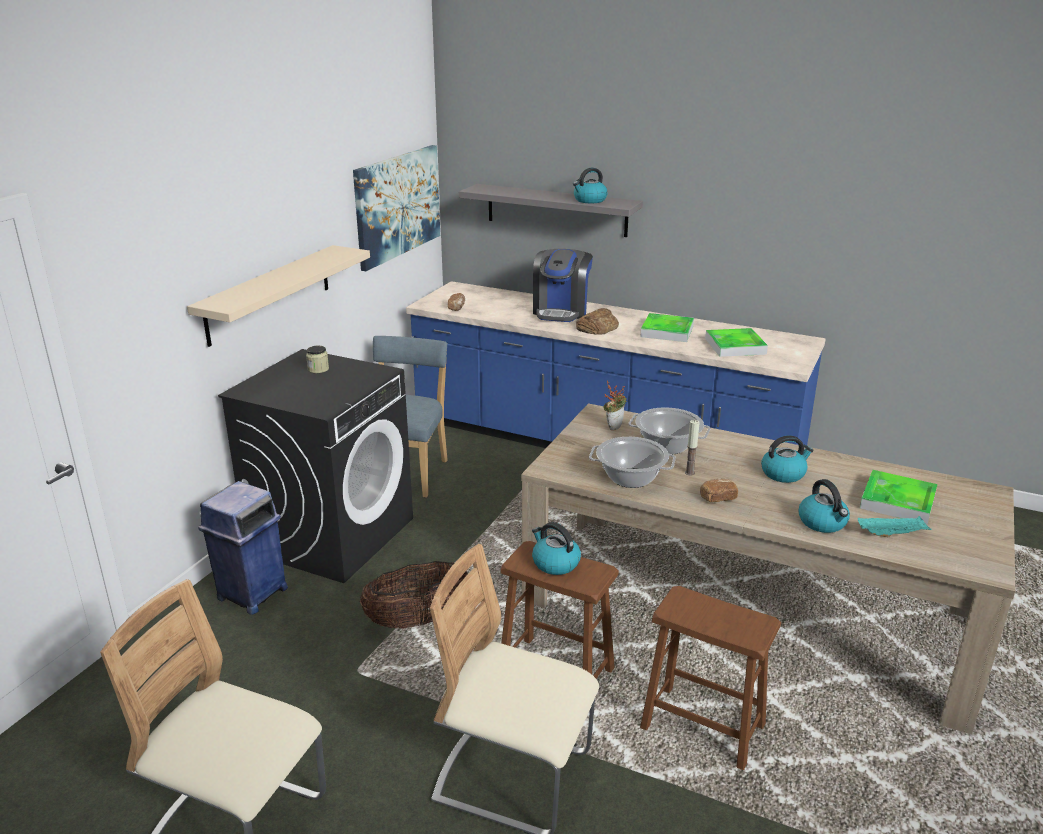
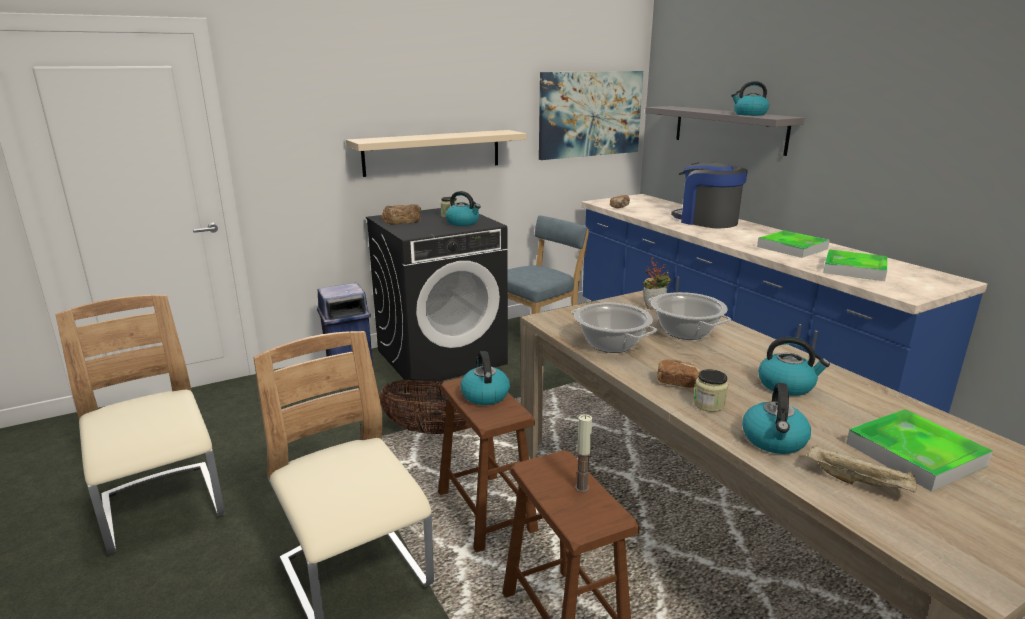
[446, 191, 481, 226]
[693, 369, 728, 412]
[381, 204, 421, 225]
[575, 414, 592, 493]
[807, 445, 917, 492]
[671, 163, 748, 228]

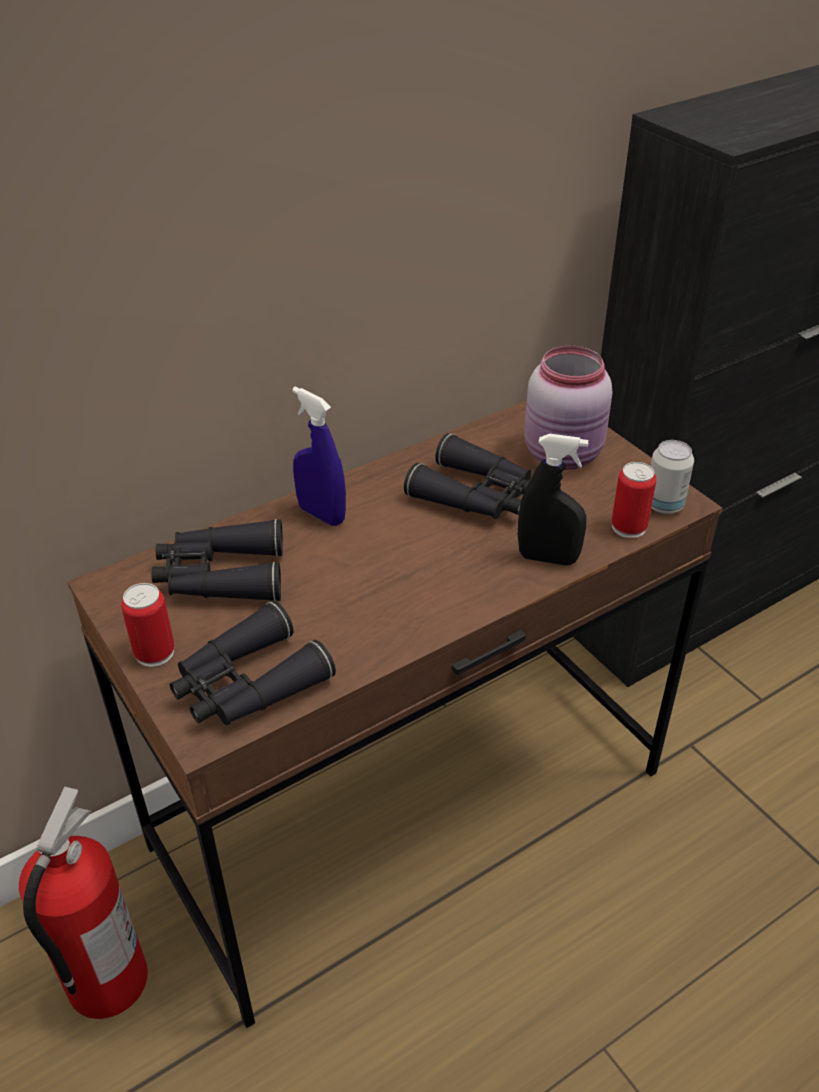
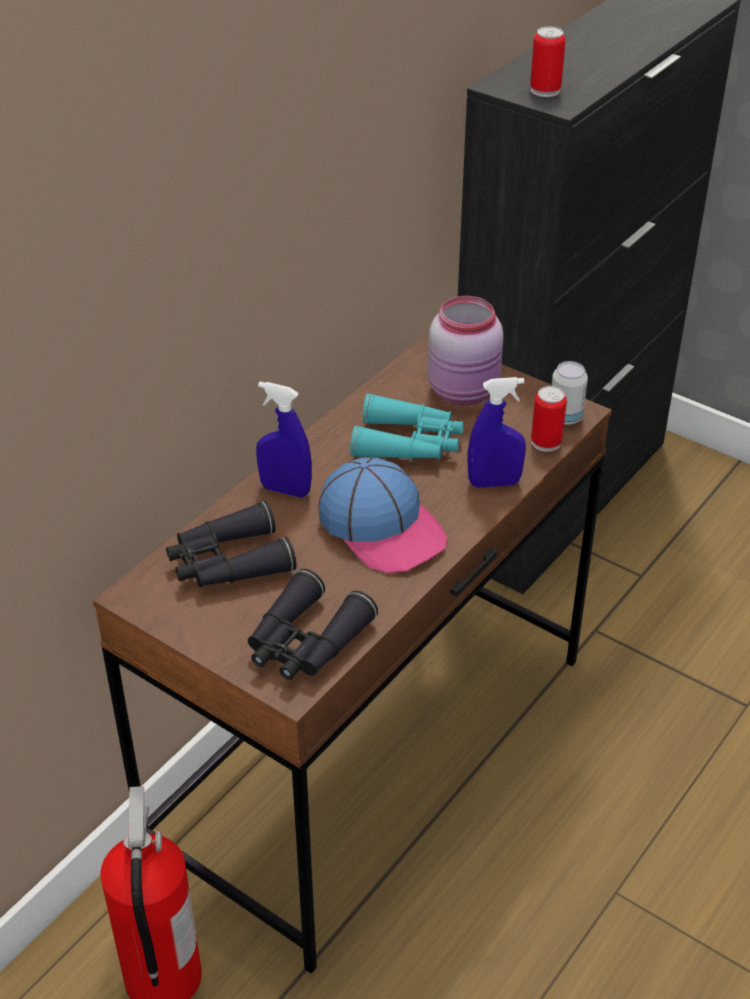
[318, 457, 447, 573]
[530, 26, 566, 97]
[350, 393, 464, 460]
[468, 377, 526, 488]

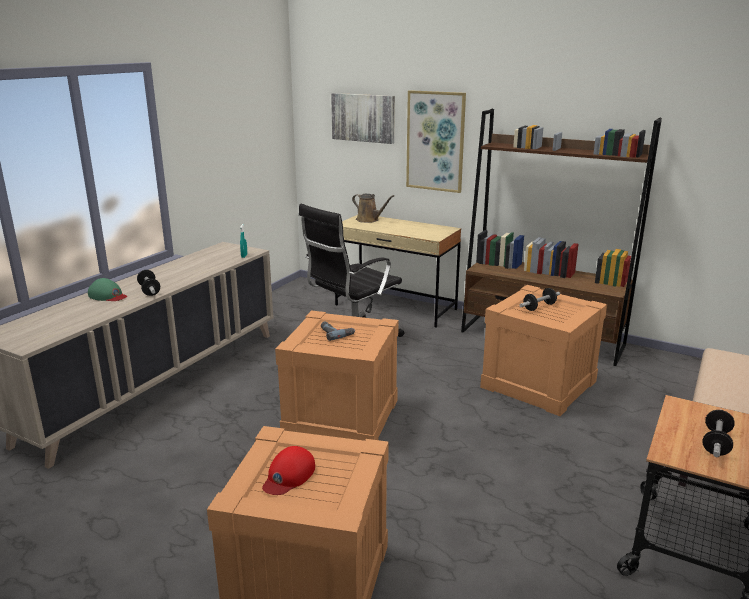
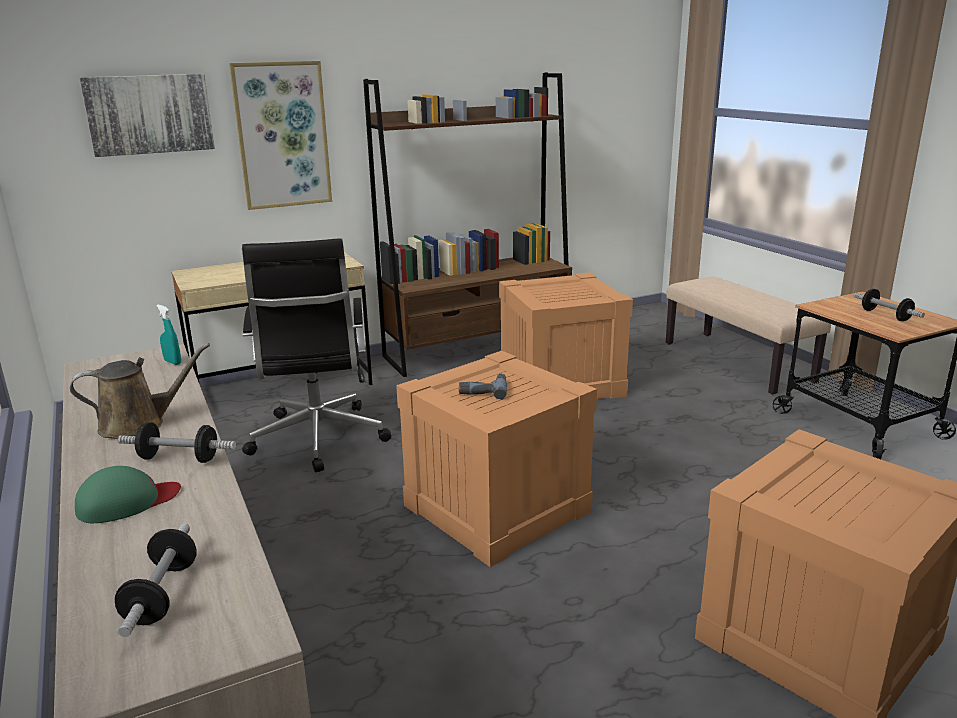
[262, 446, 315, 495] (first image)
[70, 343, 210, 439]
[115, 524, 197, 637]

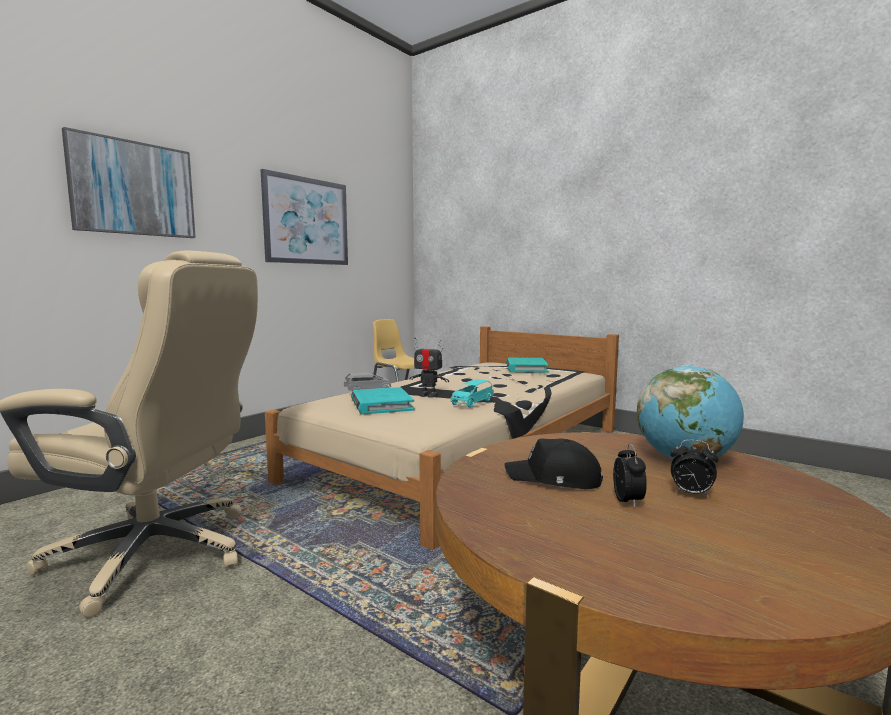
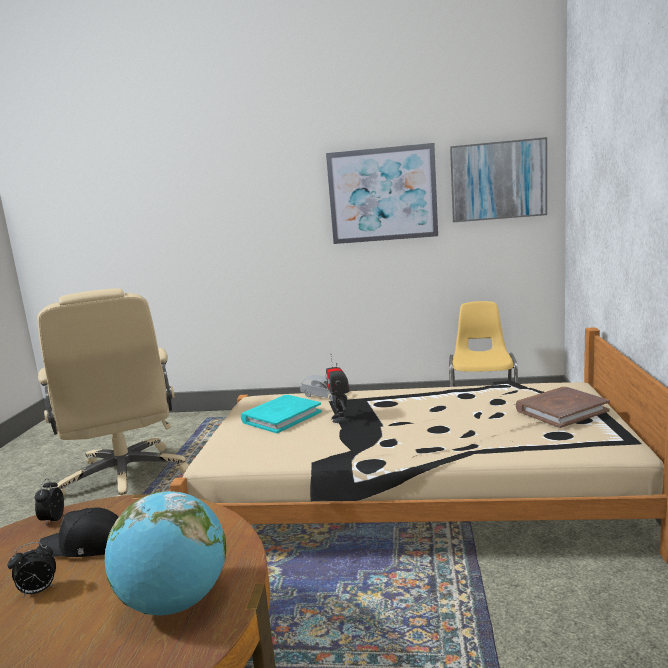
[451, 379, 494, 408] (first image)
[450, 137, 547, 222]
[34, 478, 64, 526]
[516, 387, 610, 428]
[39, 508, 119, 557]

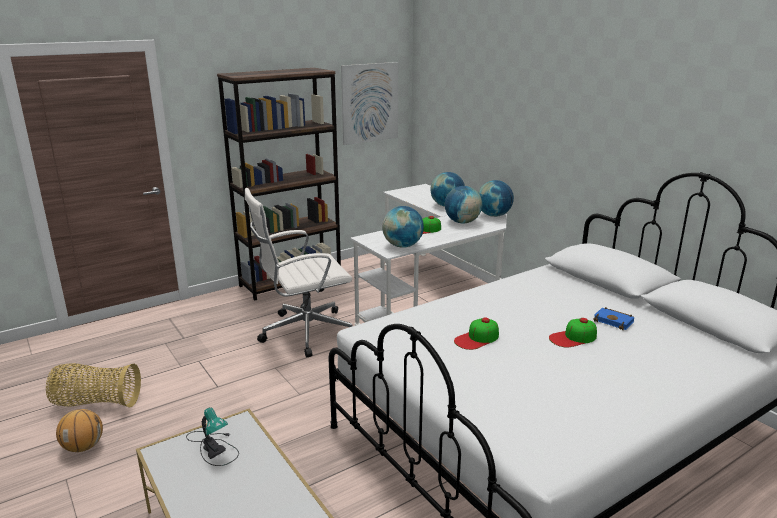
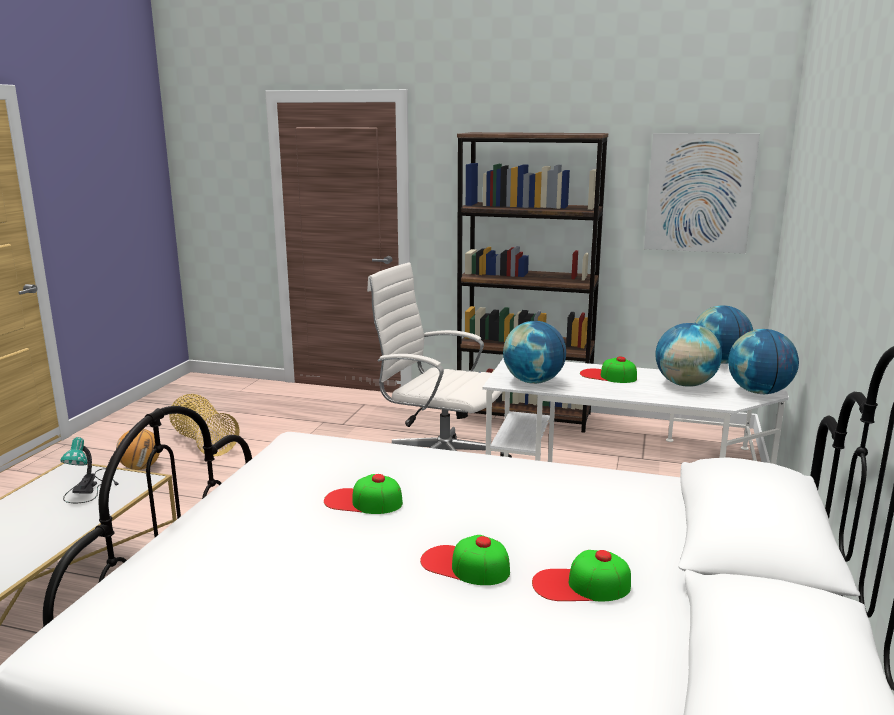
[532, 550, 631, 601]

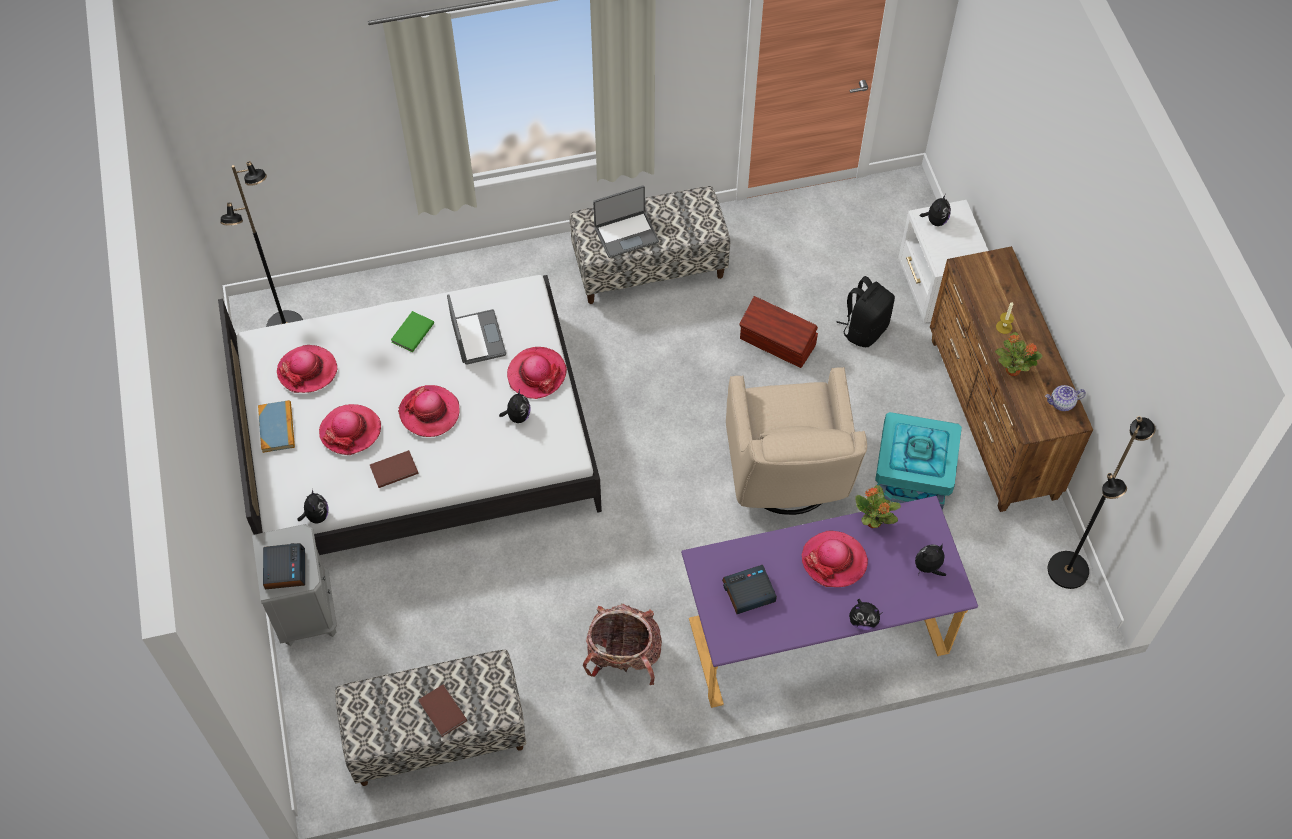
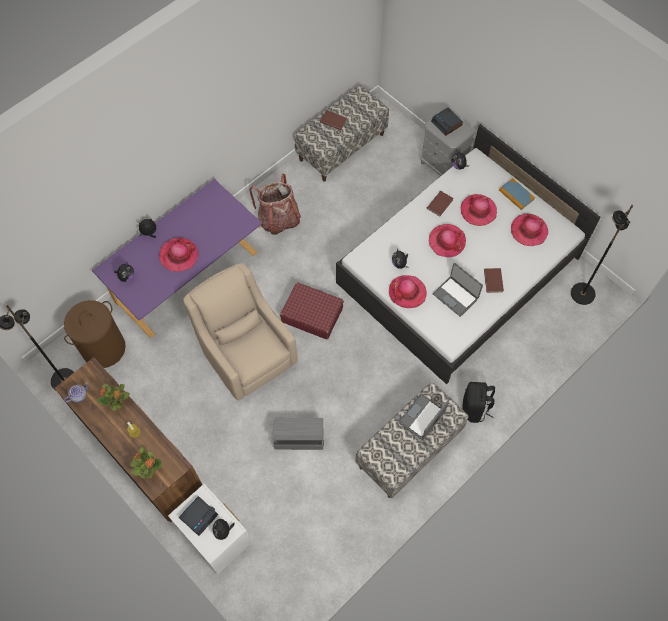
[875, 412, 962, 510] (first image)
[64, 300, 126, 368]
[280, 282, 344, 339]
[179, 496, 218, 536]
[462, 382, 495, 423]
[130, 447, 162, 479]
[484, 268, 504, 293]
[273, 418, 323, 450]

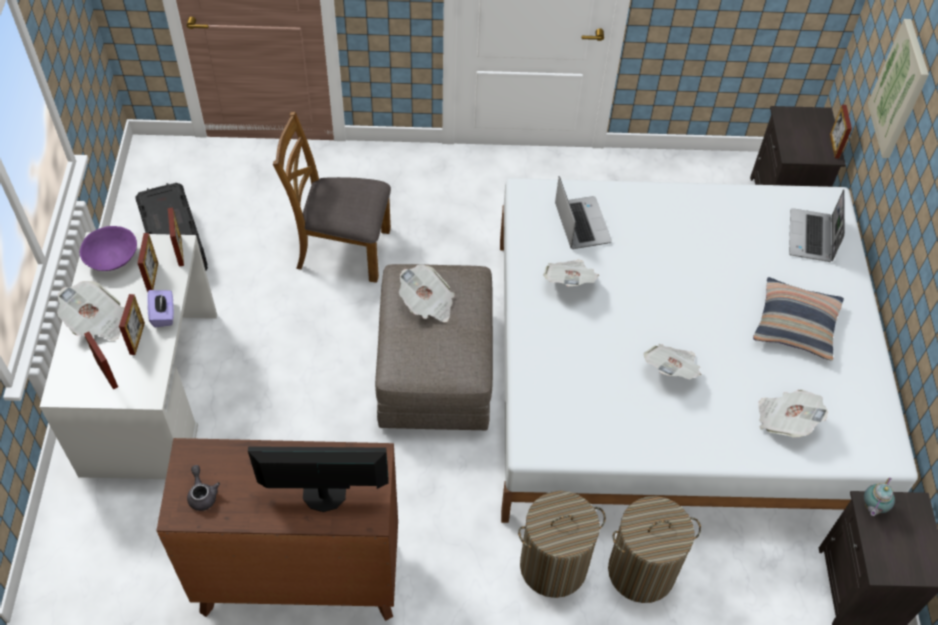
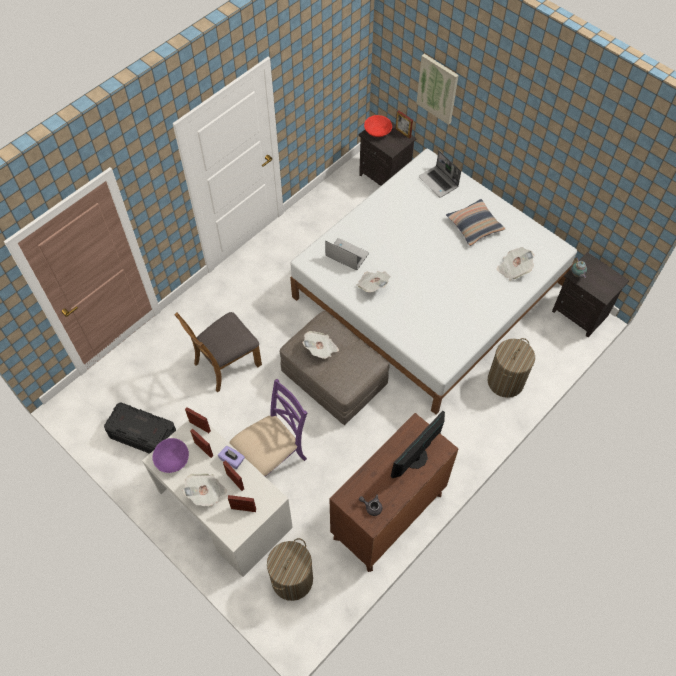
[644, 344, 701, 379] (first image)
[230, 379, 307, 477]
[364, 115, 392, 137]
[267, 538, 313, 601]

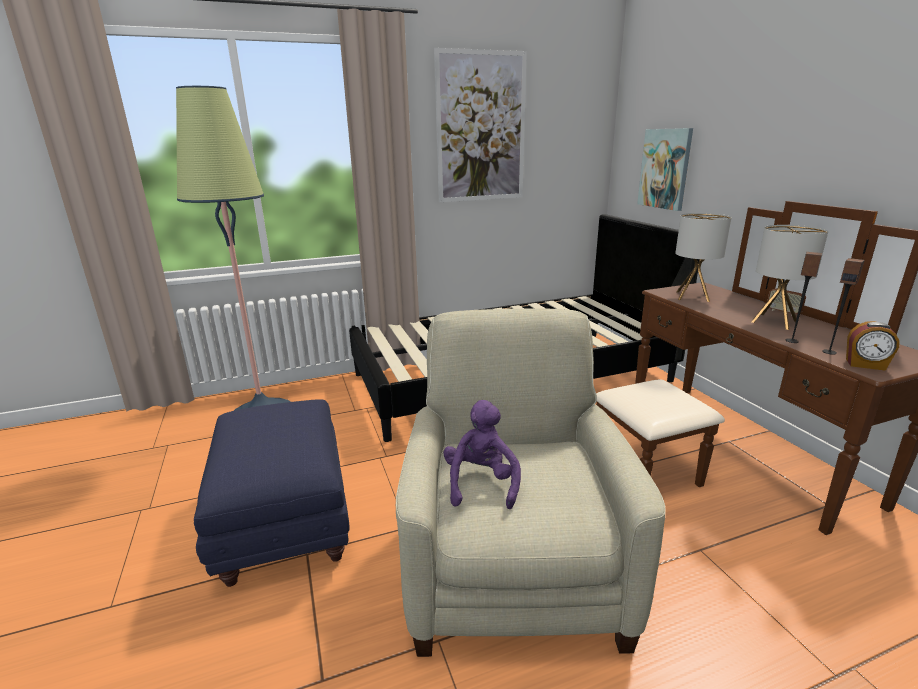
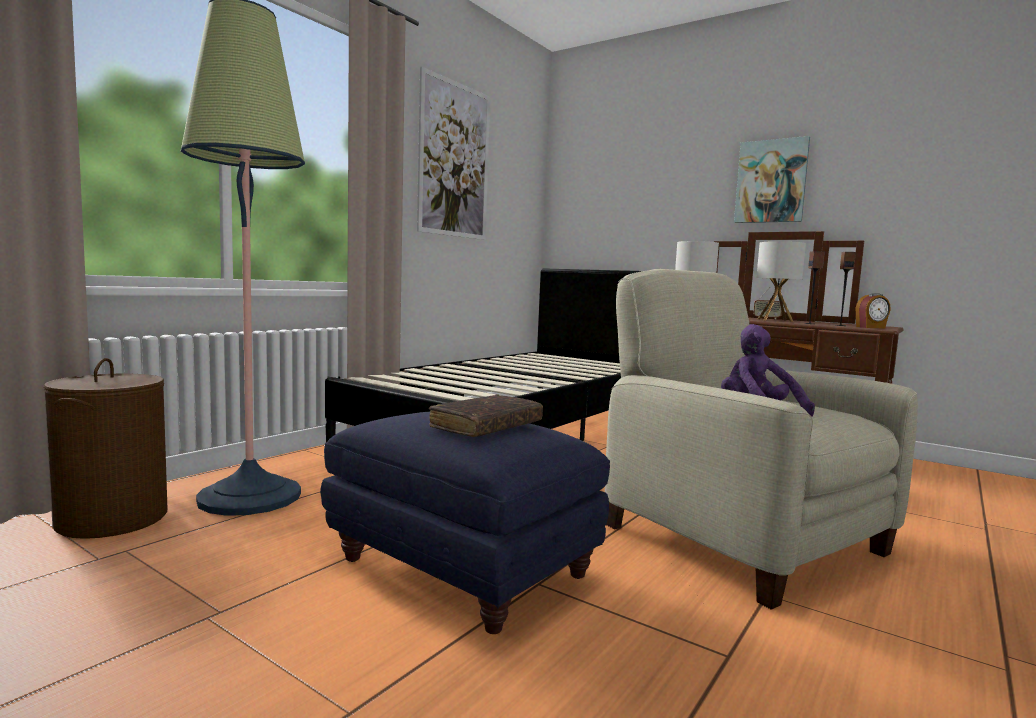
[43, 358, 167, 539]
[429, 394, 543, 437]
[734, 136, 810, 223]

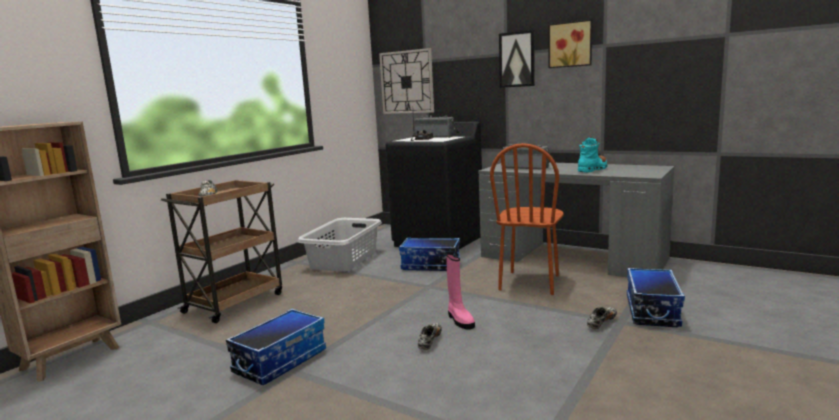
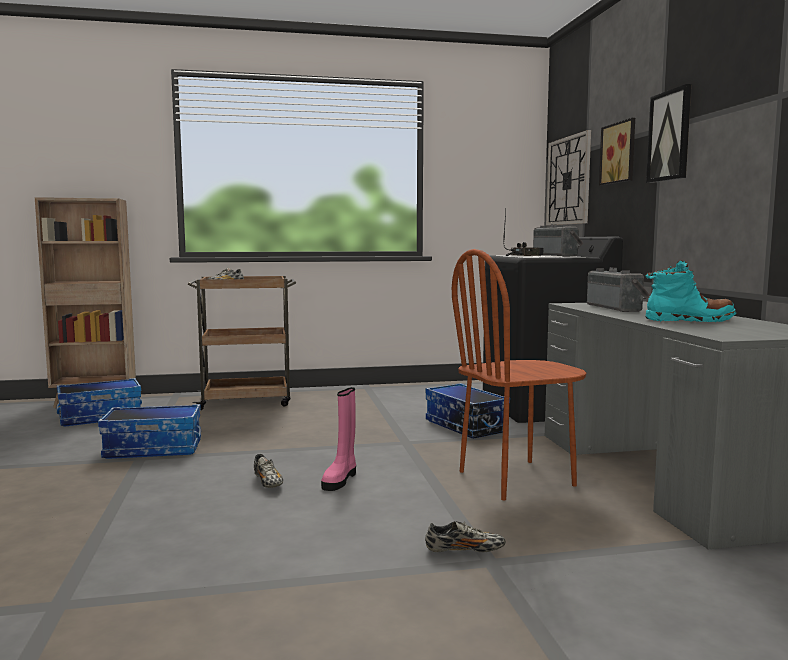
[298, 218, 382, 272] (first image)
[599, 118, 635, 185]
[56, 378, 142, 426]
[254, 454, 283, 488]

